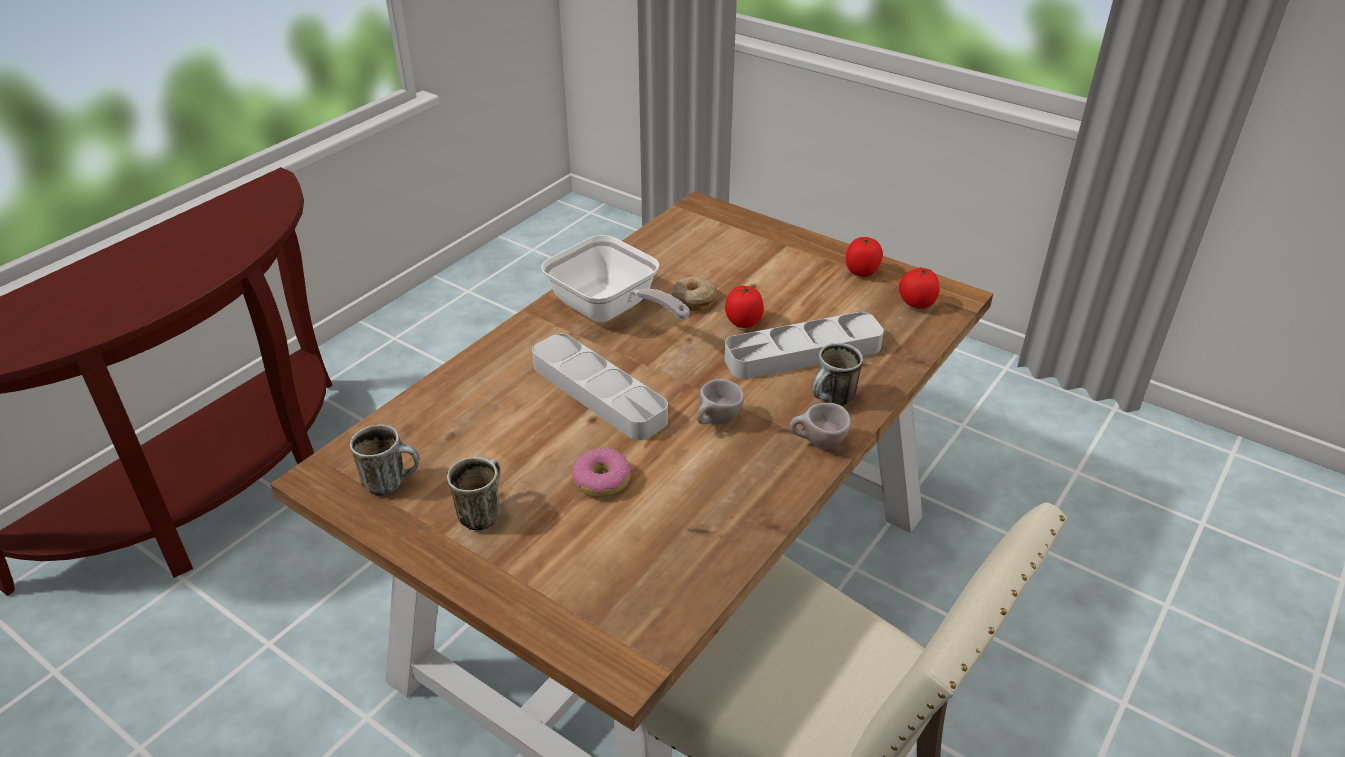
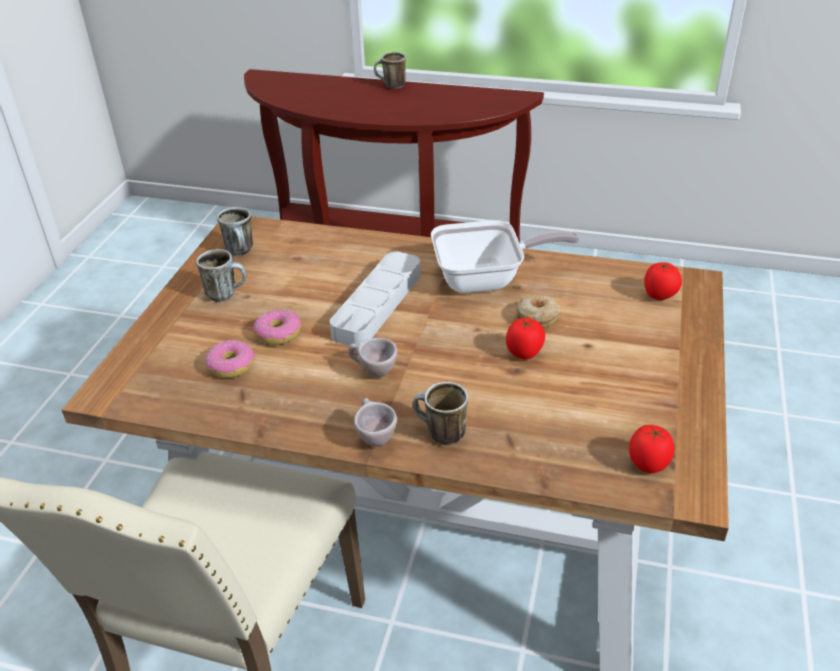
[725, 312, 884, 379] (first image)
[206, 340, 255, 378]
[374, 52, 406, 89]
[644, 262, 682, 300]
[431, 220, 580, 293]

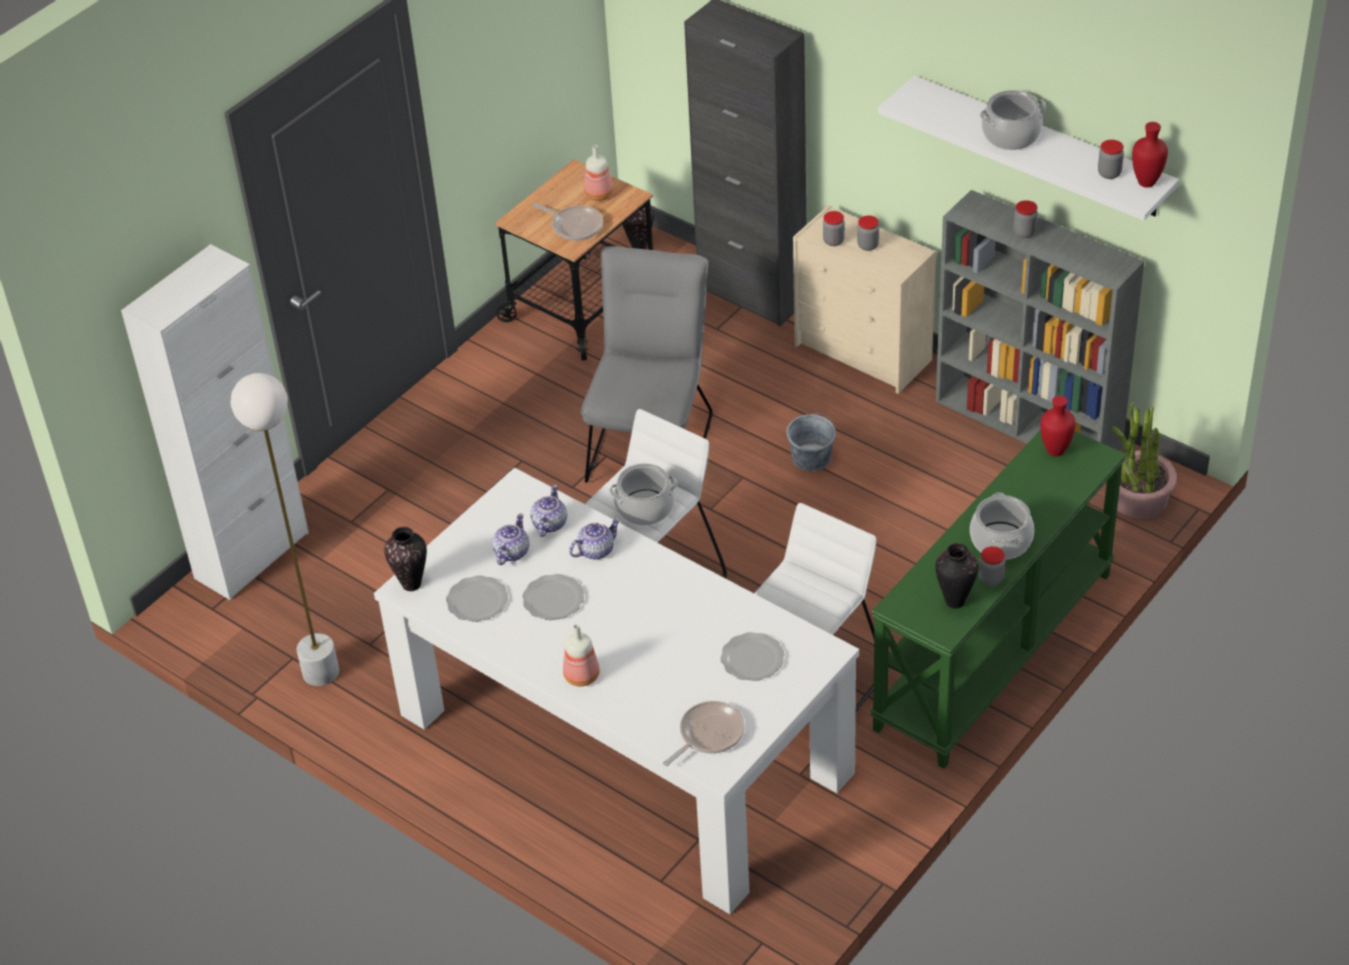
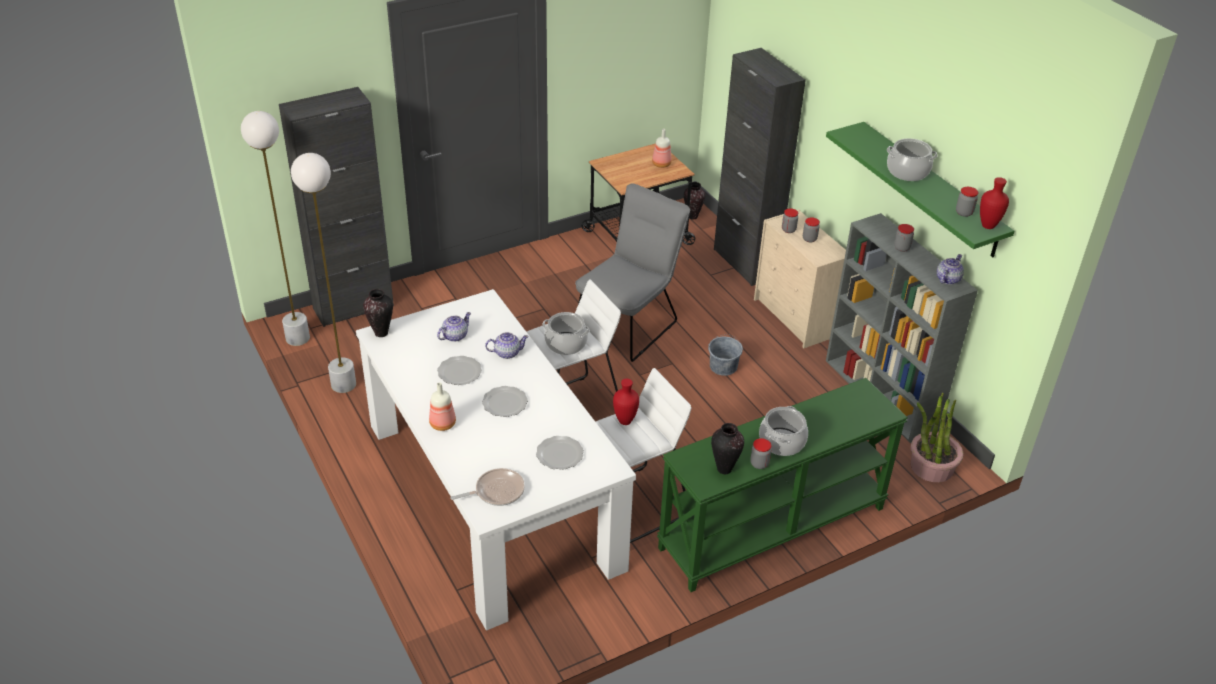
[533, 203, 603, 241] (first image)
[241, 111, 310, 346]
[482, 386, 528, 417]
[937, 254, 964, 284]
[613, 379, 639, 425]
[279, 87, 394, 327]
[826, 122, 1014, 257]

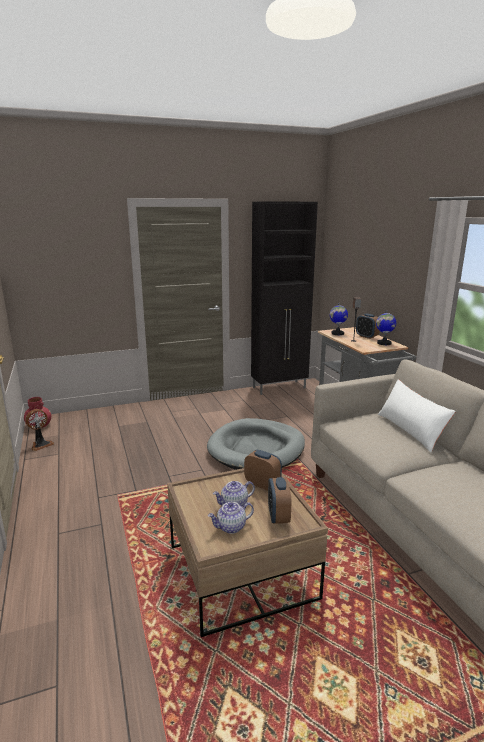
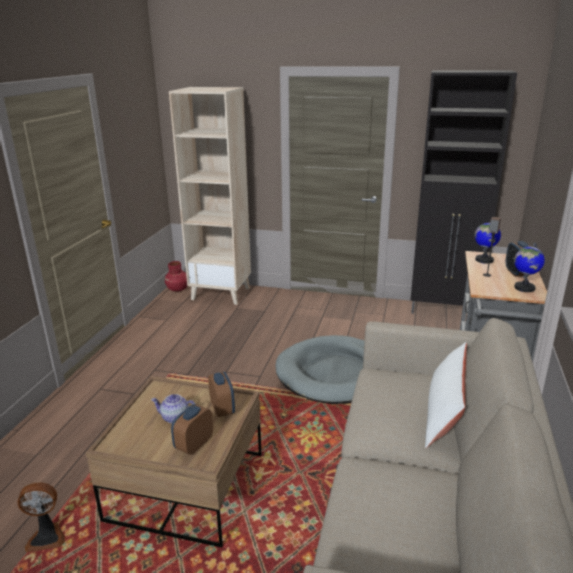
[208, 502, 254, 534] (first image)
[169, 87, 251, 305]
[17, 482, 65, 553]

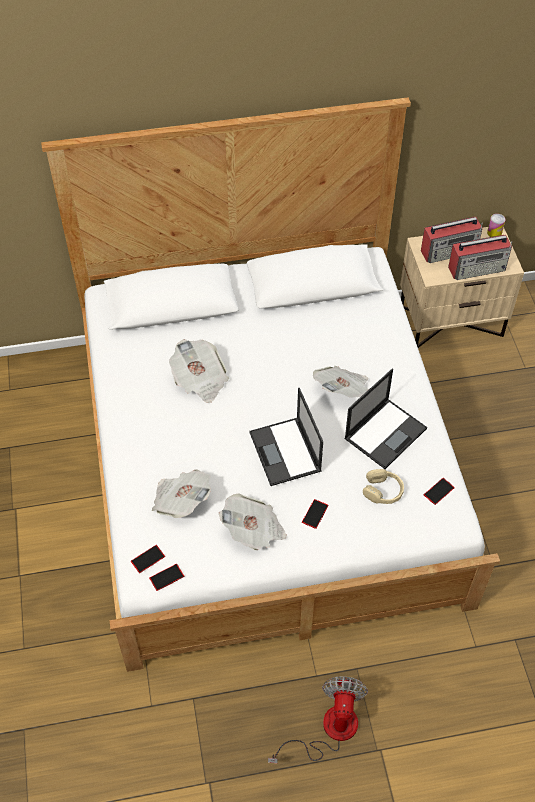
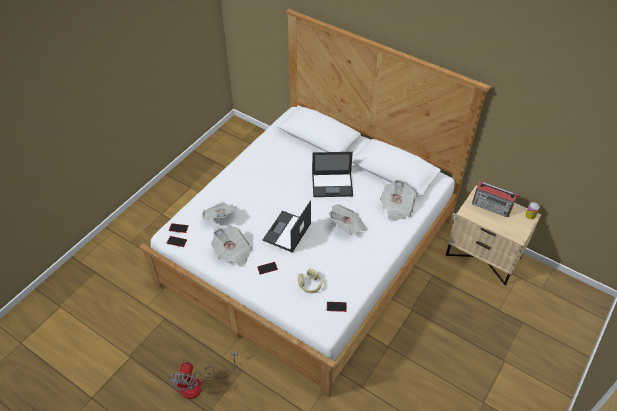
[448, 235, 512, 280] (first image)
[380, 180, 417, 221]
[312, 152, 353, 197]
[169, 351, 238, 399]

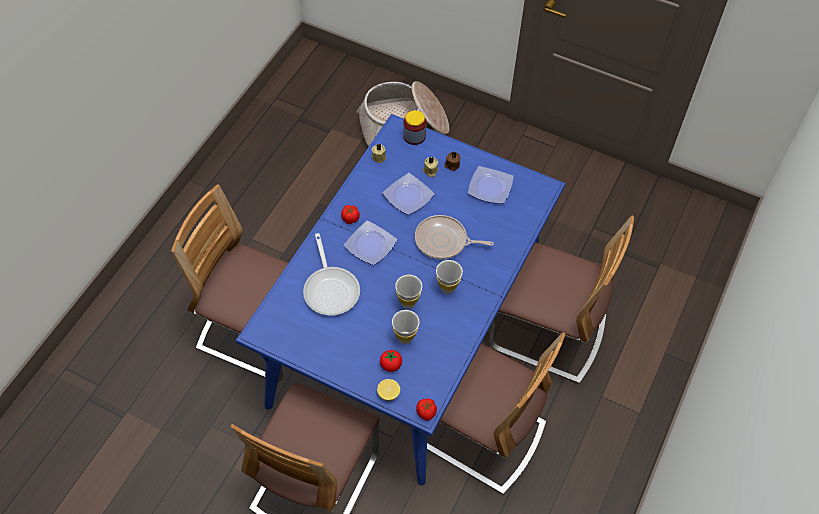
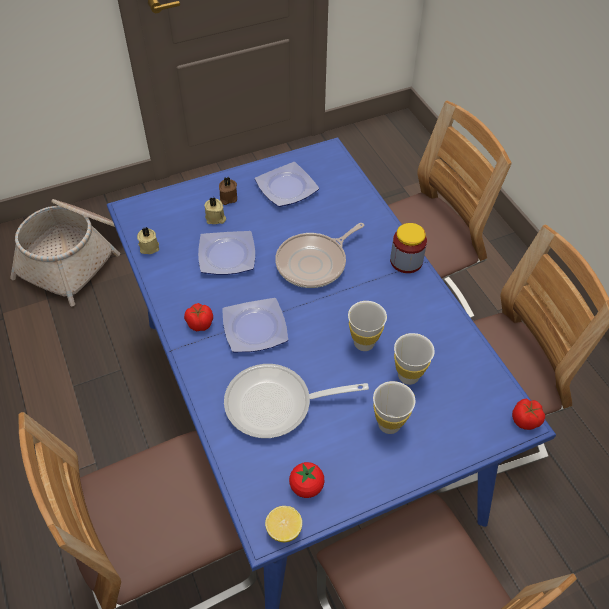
[265, 506, 302, 542]
[289, 462, 325, 498]
[390, 223, 427, 273]
[373, 381, 415, 434]
[224, 364, 369, 438]

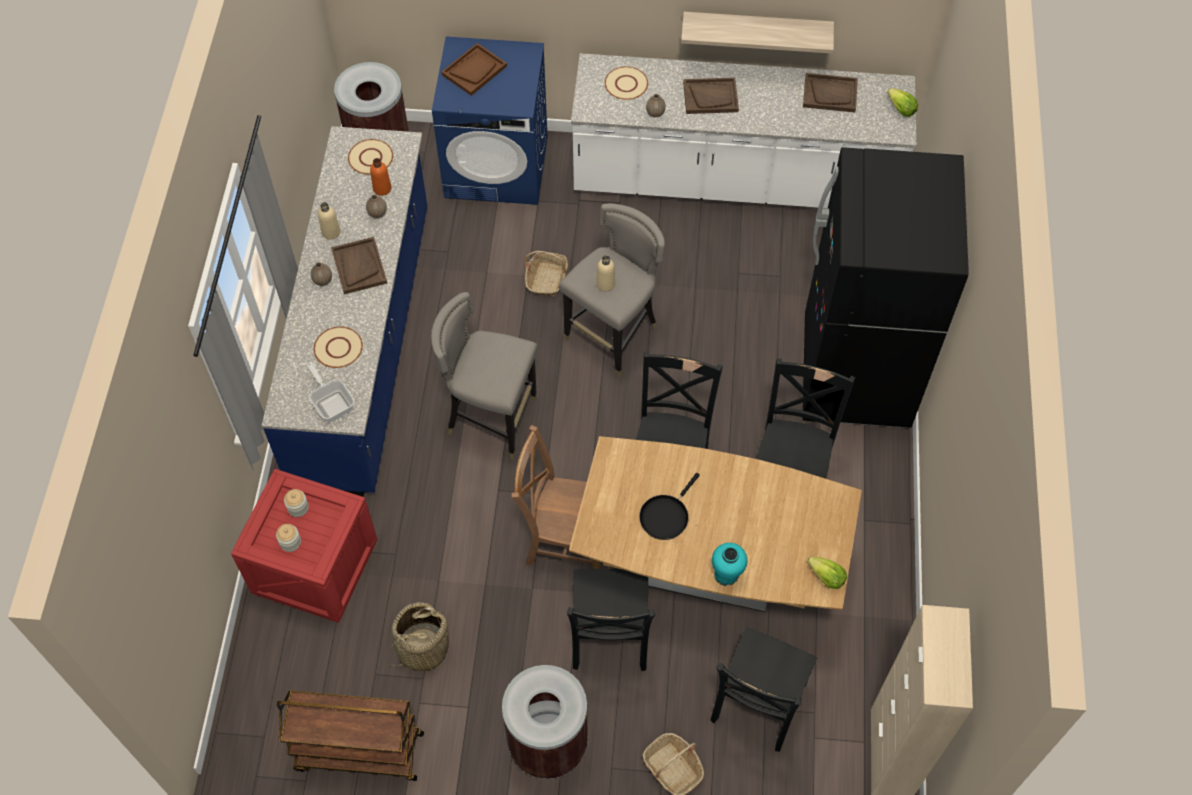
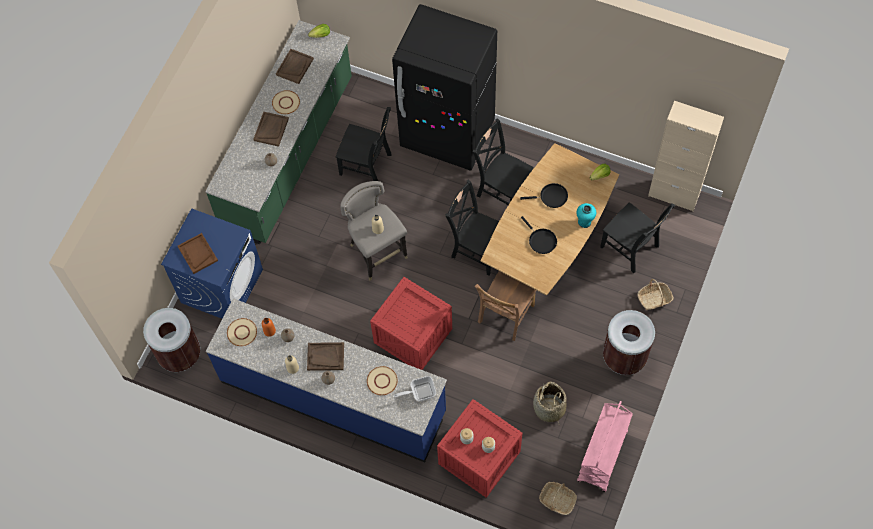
[681, 12, 834, 54] (first image)
[520, 183, 568, 208]
[539, 482, 577, 515]
[336, 107, 392, 181]
[272, 90, 300, 114]
[370, 277, 452, 370]
[577, 401, 633, 492]
[205, 20, 352, 245]

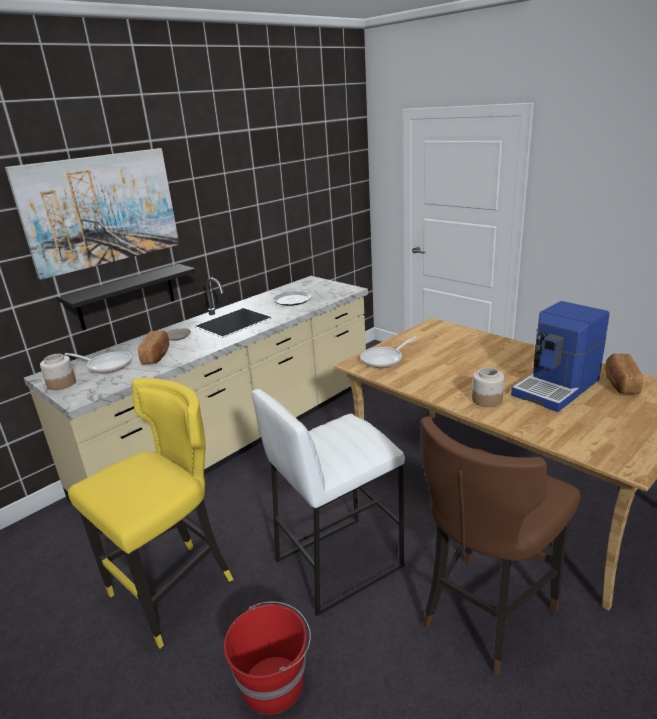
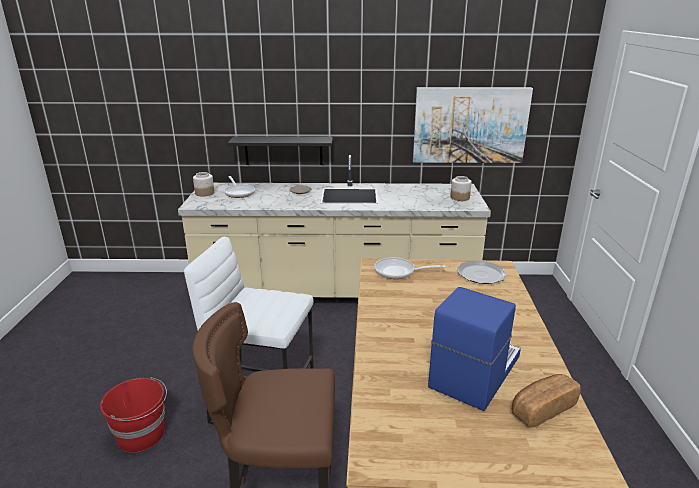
[68, 378, 233, 648] (first image)
[138, 330, 169, 364] (first image)
[413, 87, 533, 163]
[457, 261, 507, 284]
[450, 176, 472, 201]
[428, 287, 521, 411]

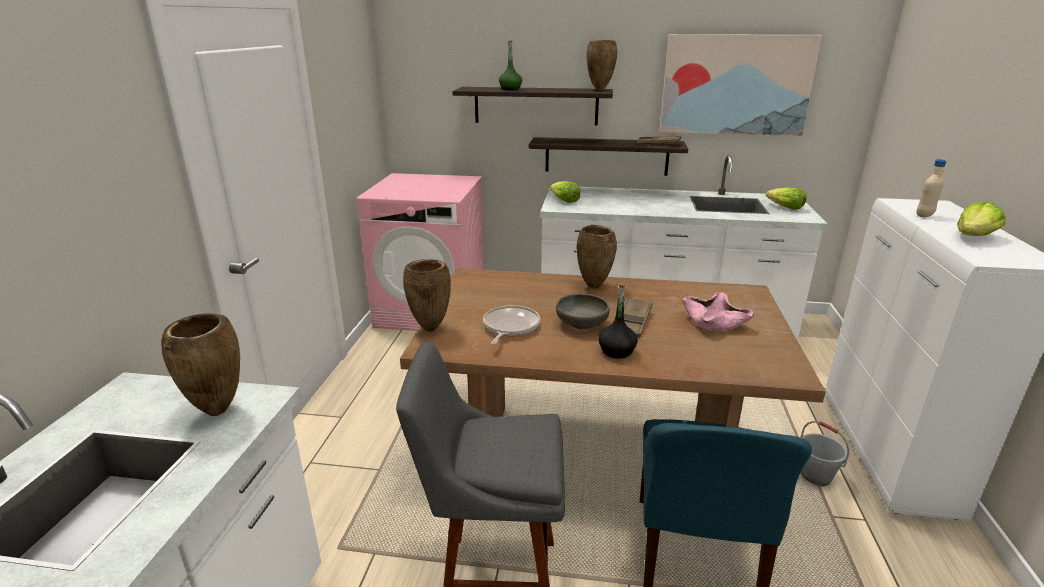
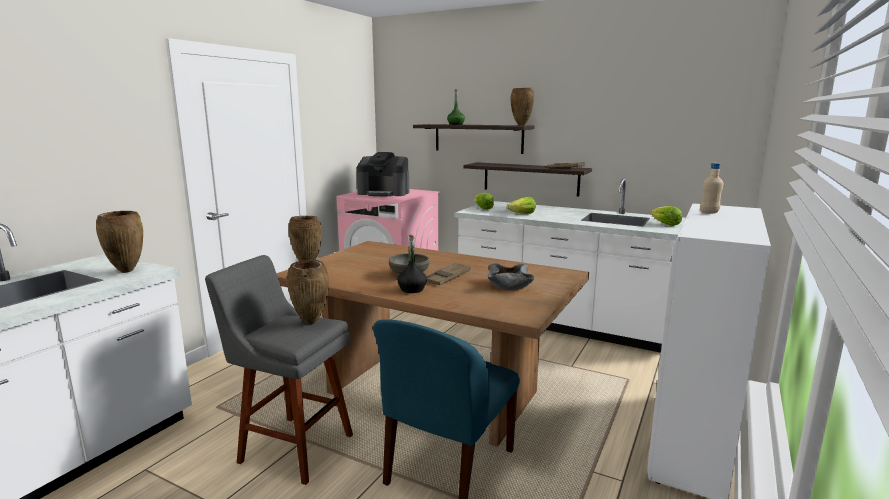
[483, 305, 540, 345] (first image)
[660, 34, 822, 136] (first image)
[801, 421, 849, 486] (first image)
[357, 152, 409, 197]
[287, 259, 329, 324]
[507, 197, 536, 214]
[488, 263, 534, 290]

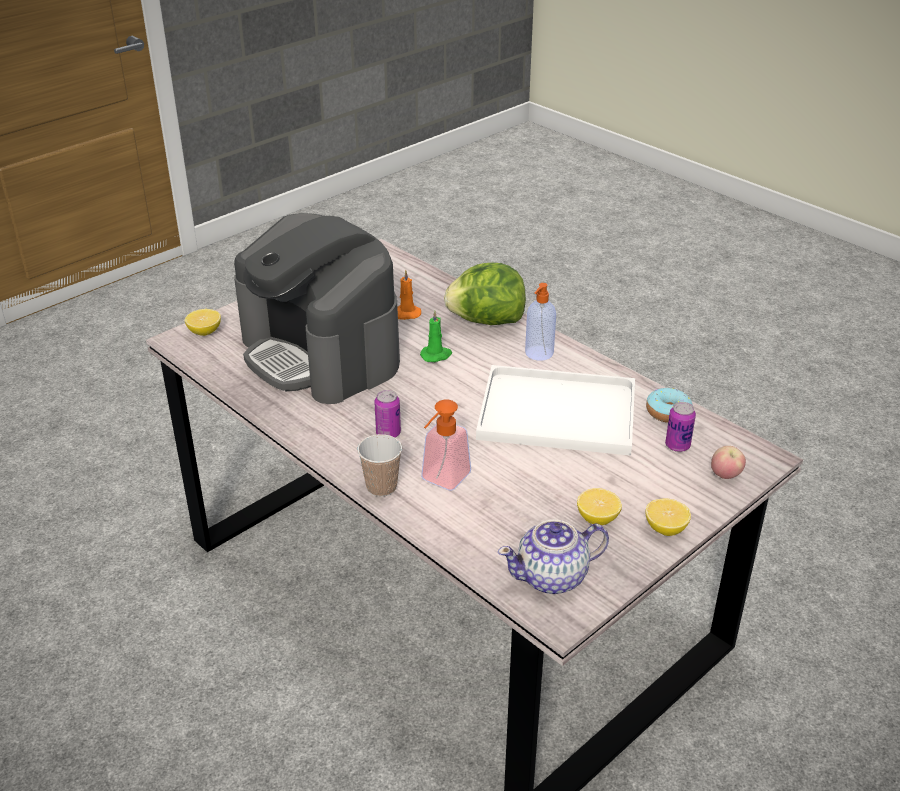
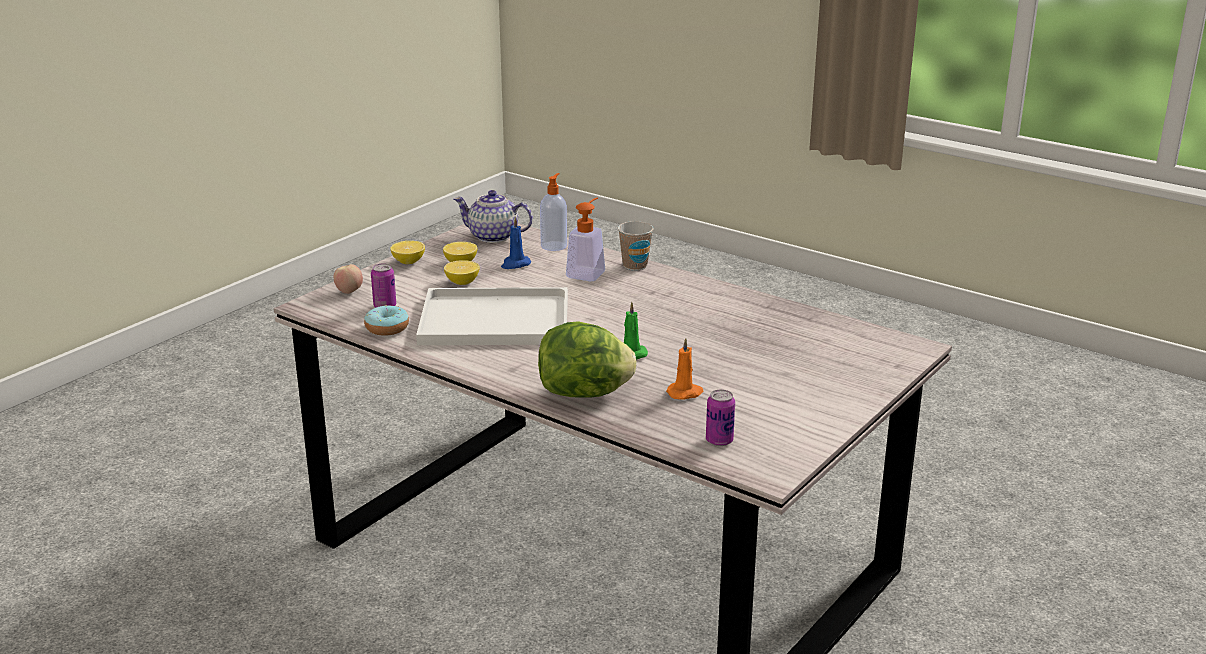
[234, 213, 400, 404] (first image)
[501, 217, 531, 269]
[444, 260, 480, 285]
[706, 390, 735, 446]
[540, 173, 567, 251]
[453, 190, 533, 243]

